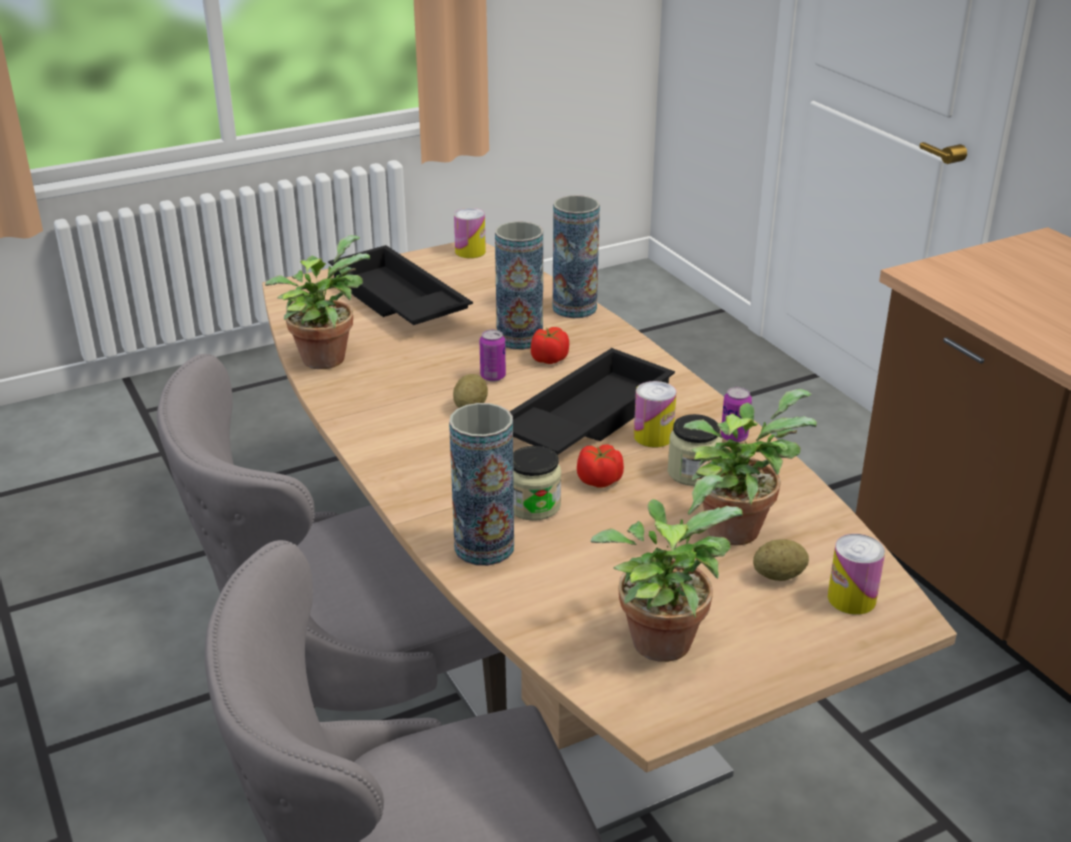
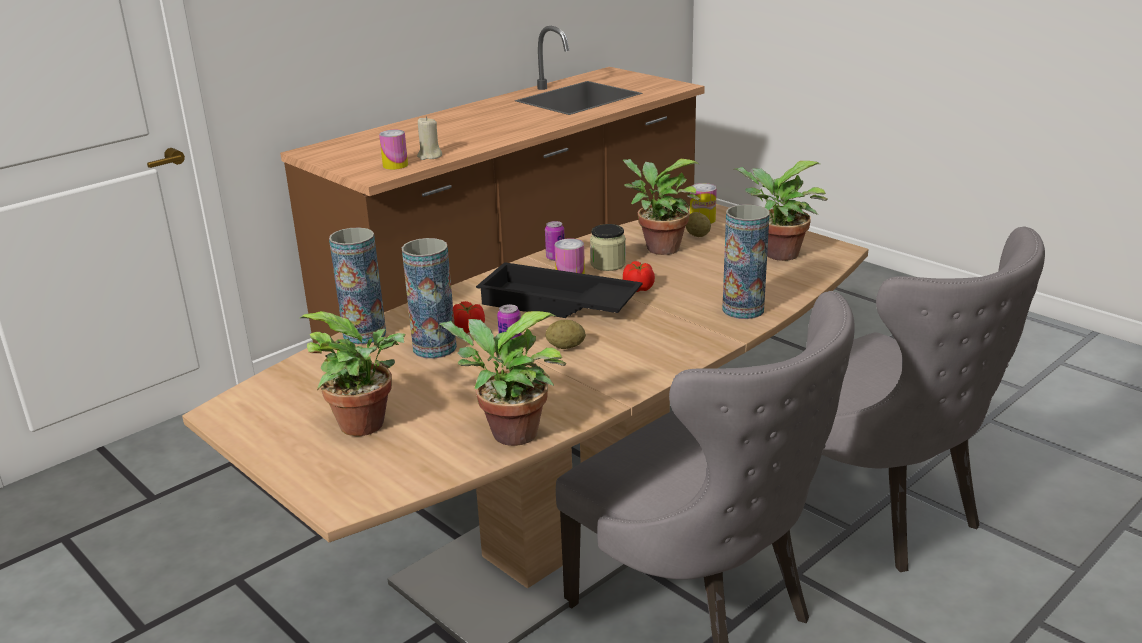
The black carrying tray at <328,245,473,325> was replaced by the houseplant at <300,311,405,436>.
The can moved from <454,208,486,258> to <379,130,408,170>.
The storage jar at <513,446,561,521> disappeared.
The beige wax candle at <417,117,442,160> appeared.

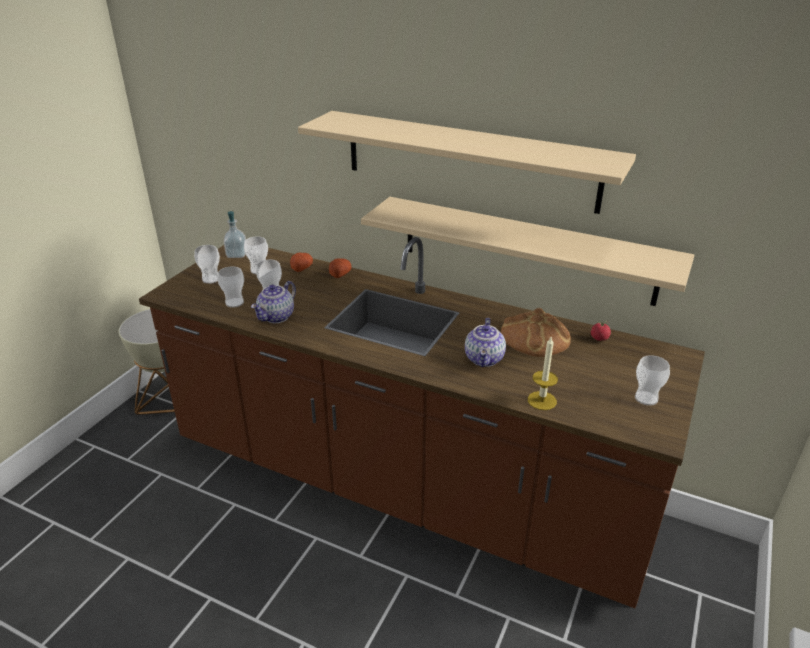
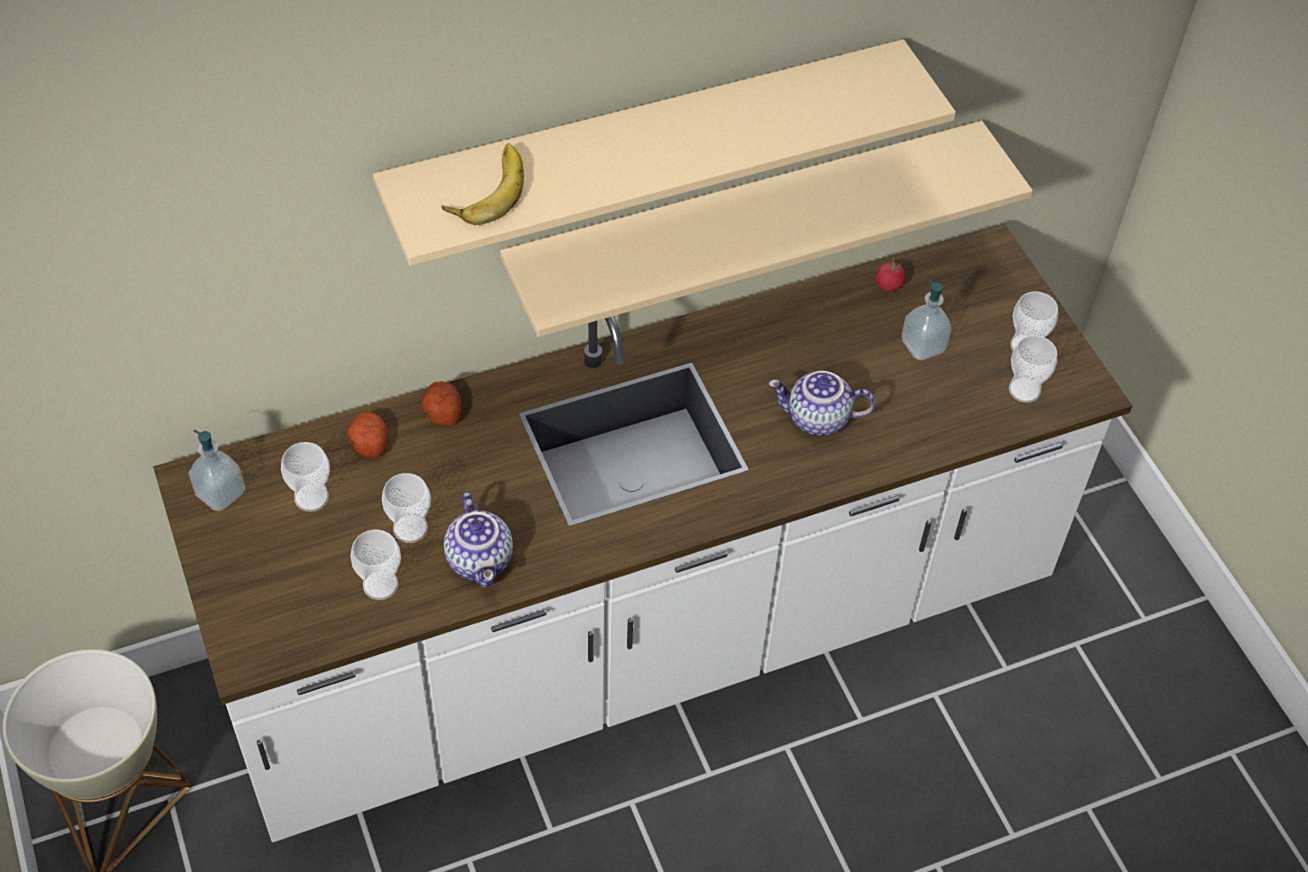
The brown counter at <139,237,705,608> became the white counter at <153,223,1132,842>.
The cup moved from <194,245,220,284> to <1009,335,1057,403>.
The tea pot at <465,318,506,367> turned 135 degrees clockwise.
The baked bread at <501,308,571,357> disappeared.
The wax candle at <528,337,558,410> disappeared.
The banana at <441,144,524,225> appeared.
The soap dispenser at <902,279,951,360> appeared.

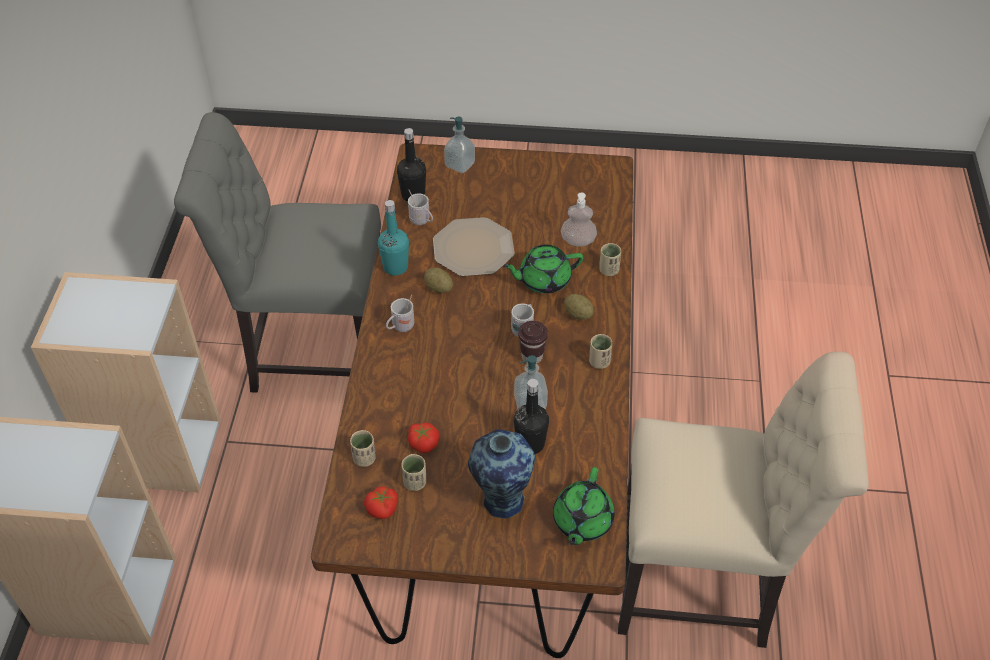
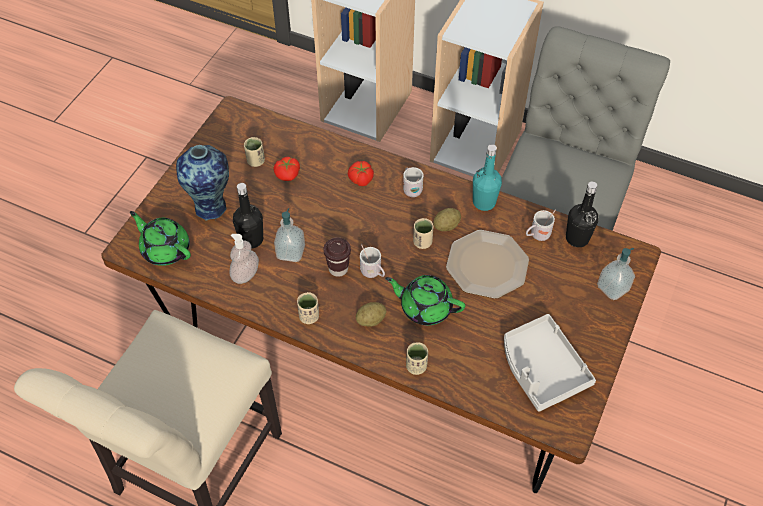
The beige cup moved from <350,430,376,467> to <413,218,434,249>.
The fresh tomato moved from <364,486,398,519> to <348,161,374,186>.
The green-coloured tea pot at <503,244,583,294> turned 75 degrees counterclockwise.
The soap dispenser moved from <561,192,597,247> to <229,234,259,284>.
The grey carrying tray at <504,314,596,412> appeared.

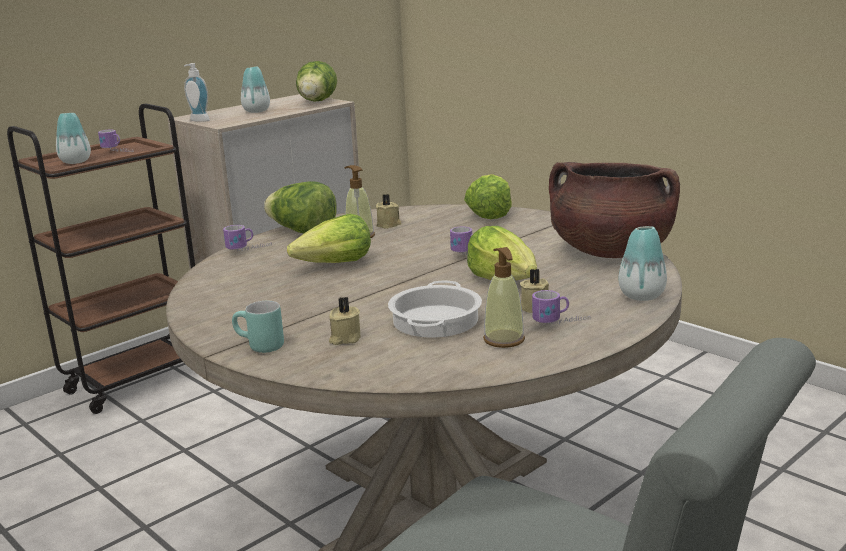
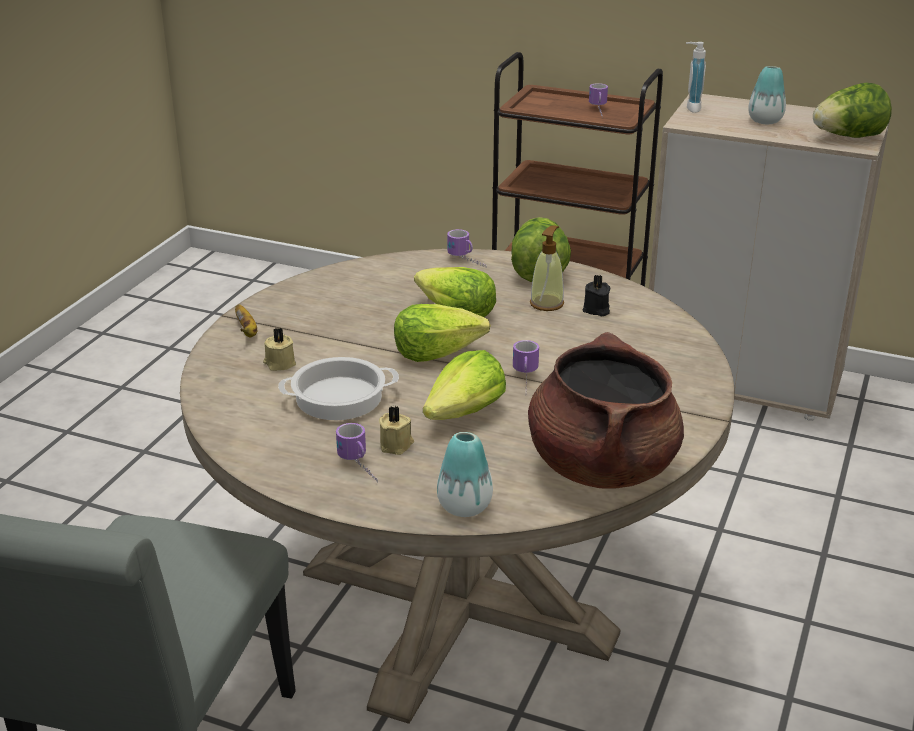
The vase at <56,113,91,164> disappeared.
The turquoise tea mug at <232,301,284,353> was replaced by the banana at <235,304,257,337>.
The beige wax candle at <376,194,402,229> became the black wax candle at <582,275,610,316>.
The head of lettuce moved from <464,174,512,219> to <394,304,490,362>.
The soap dispenser at <483,247,525,348> disappeared.

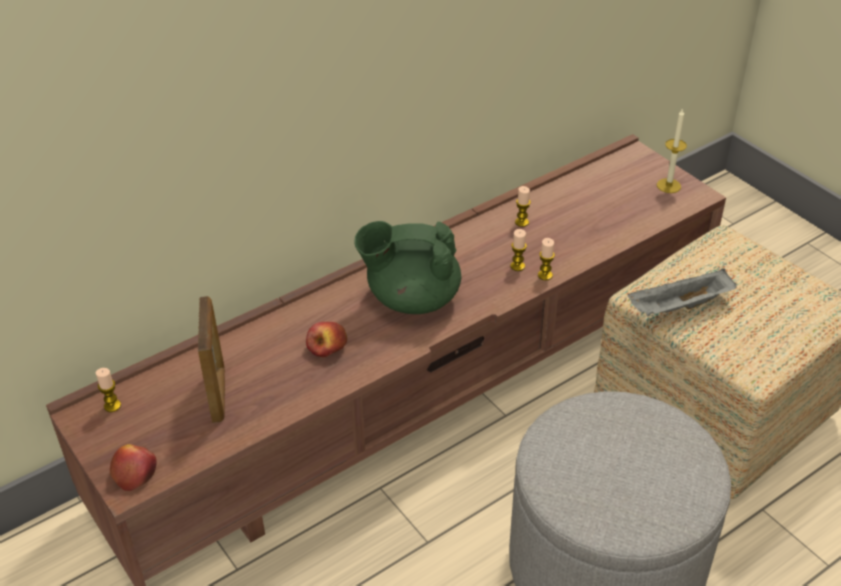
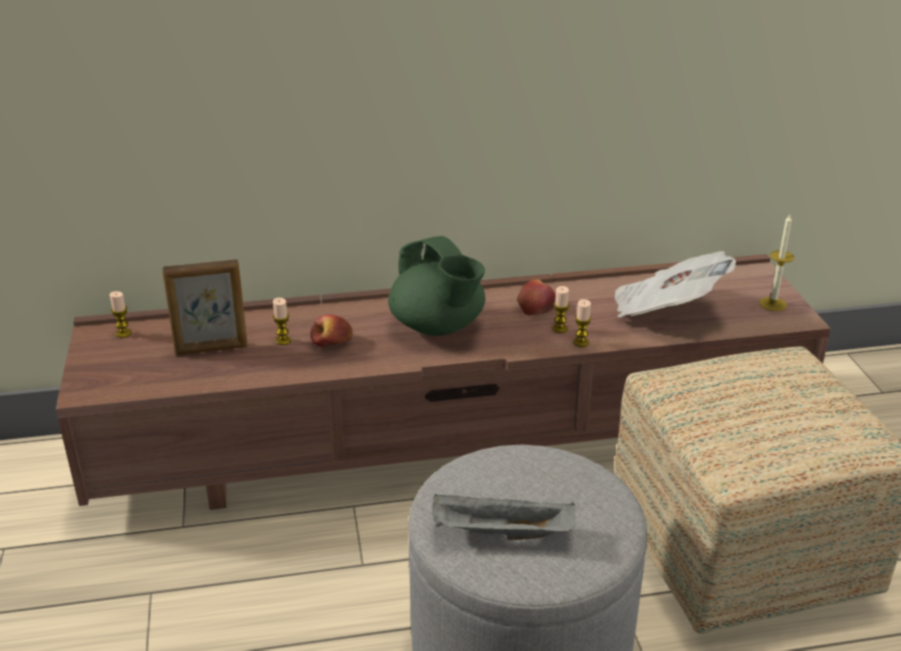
The apple fruit moved from <110,444,157,491> to <517,279,556,315>.
The picture frame at <198,296,225,423> turned 60 degrees clockwise.
The green-coloured tea pot at <354,221,461,314> turned 150 degrees counterclockwise.
The wax candle moved from <515,186,531,227> to <273,298,291,345>.
The grey carrying tray moved from <628,268,736,316> to <432,493,575,540>.
The newspaper at <615,251,736,318> appeared.

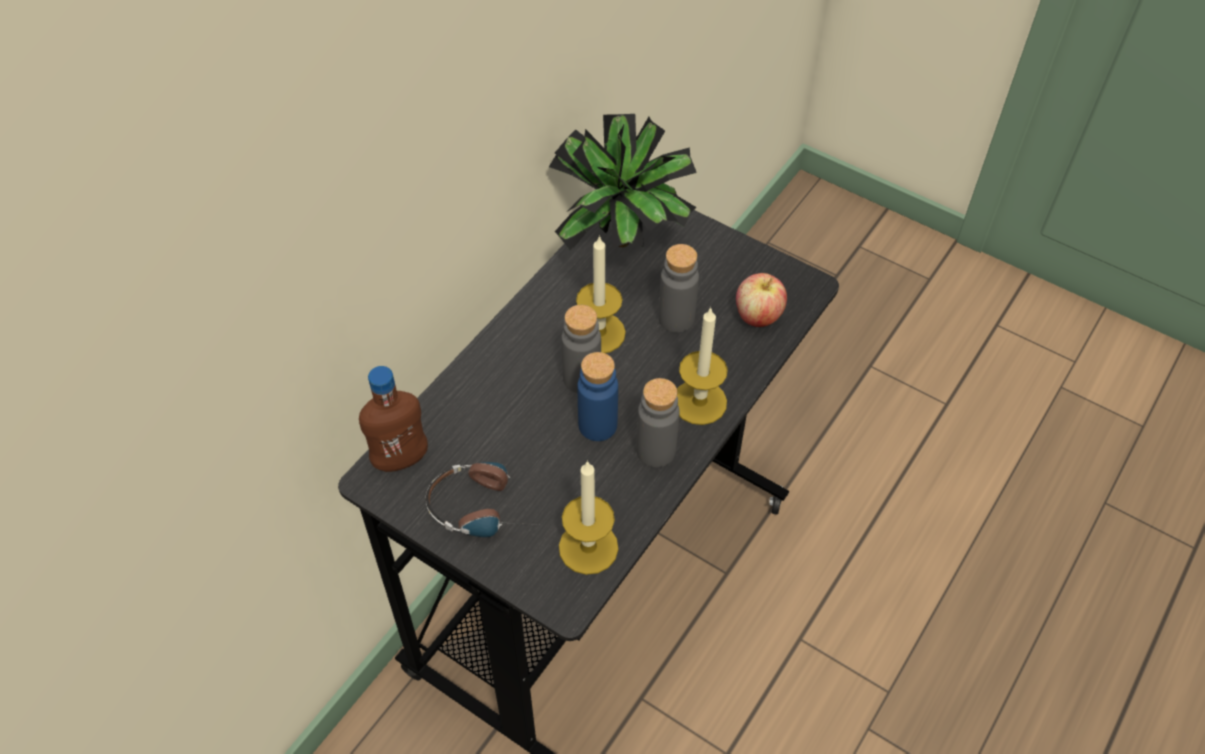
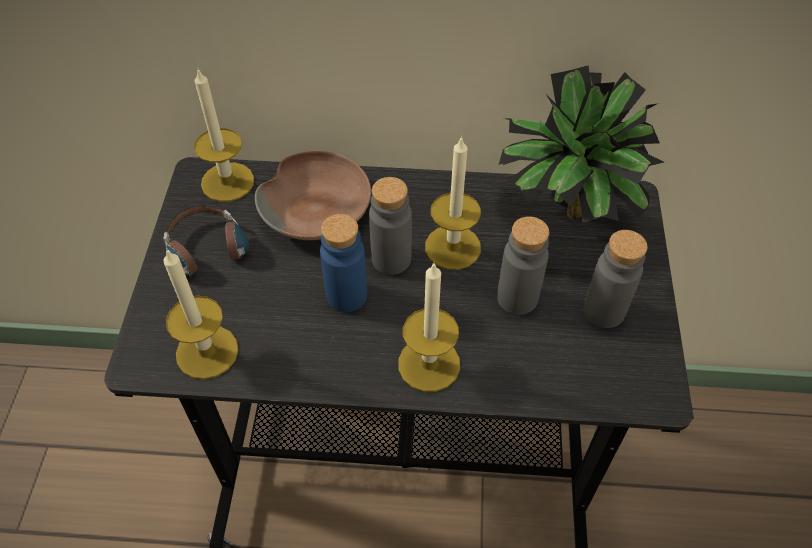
The brown bottle at <359,366,428,472> was replaced by the wax candle at <194,69,254,202>.
The grey bottle moved from <636,378,680,467> to <584,230,648,328>.
The apple fruit at <736,273,787,327> disappeared.
The brown deep dish at <255,151,371,240> appeared.

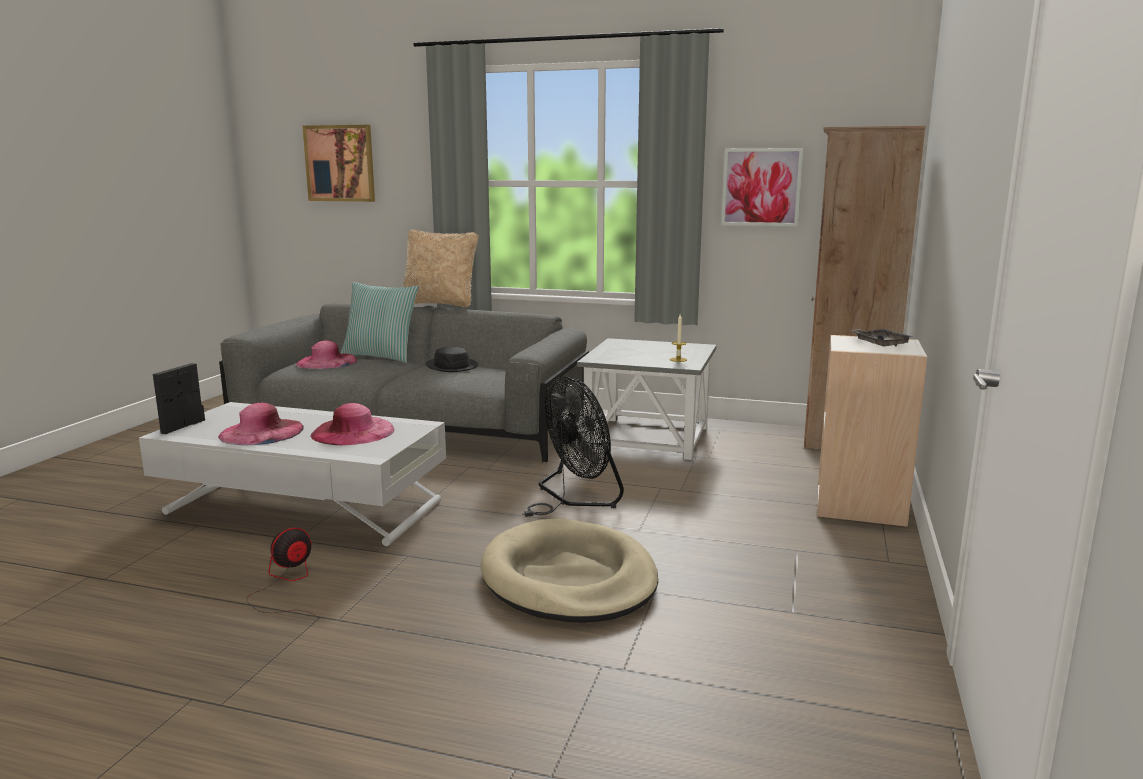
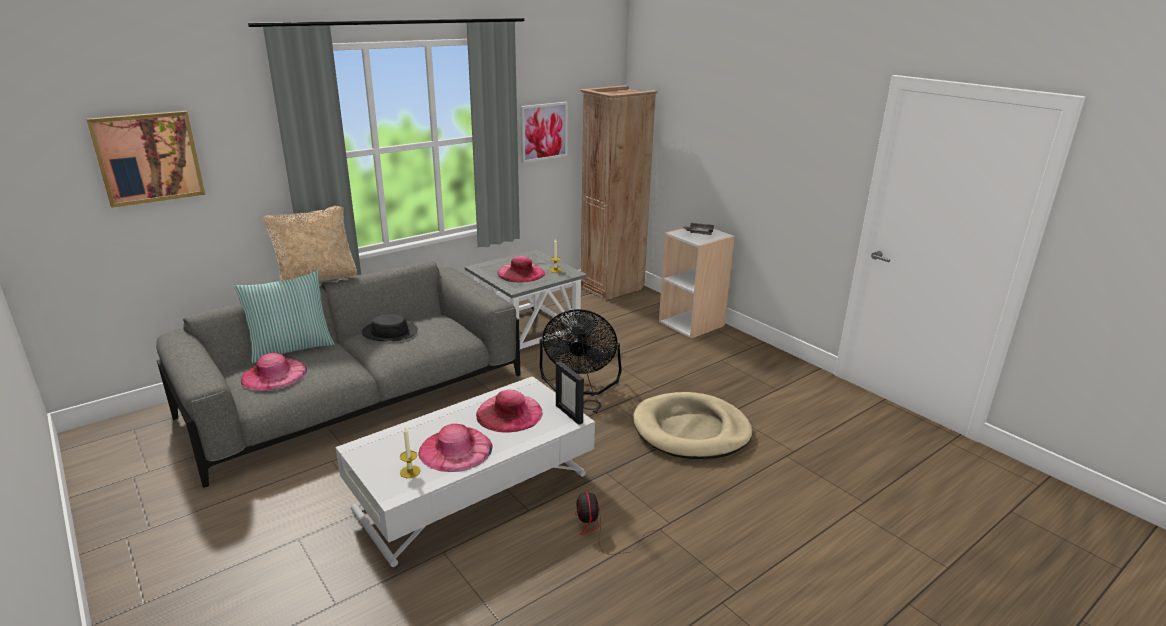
The picture frame moved from <153,363,205,434> to <556,361,584,425>.
The wax candle at <400,426,421,478> appeared.
The pink-coloured wearable hat at <497,256,545,282> appeared.

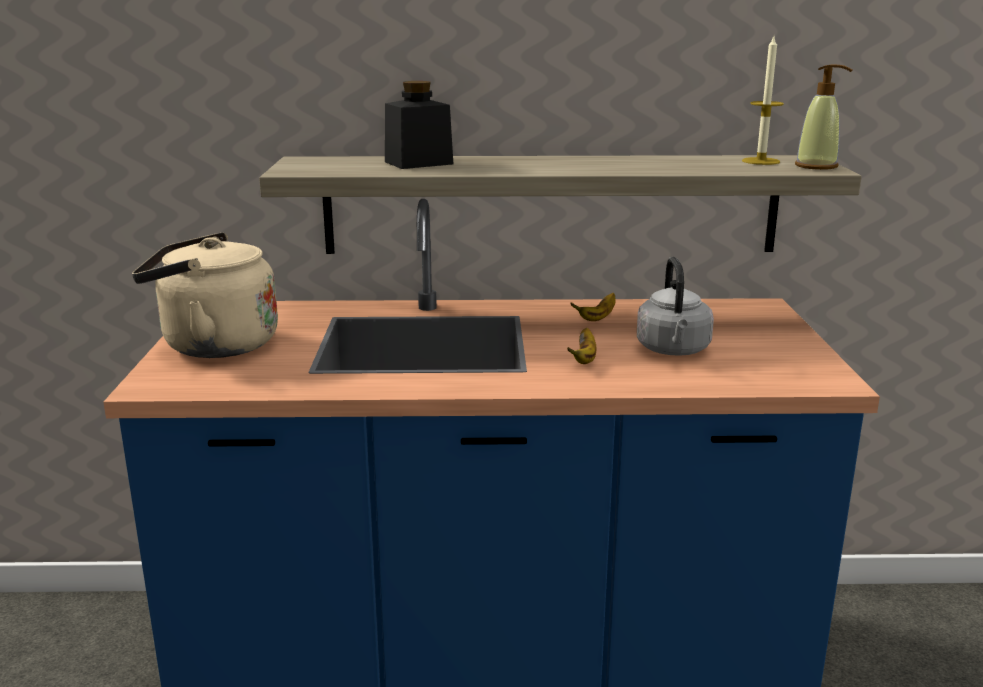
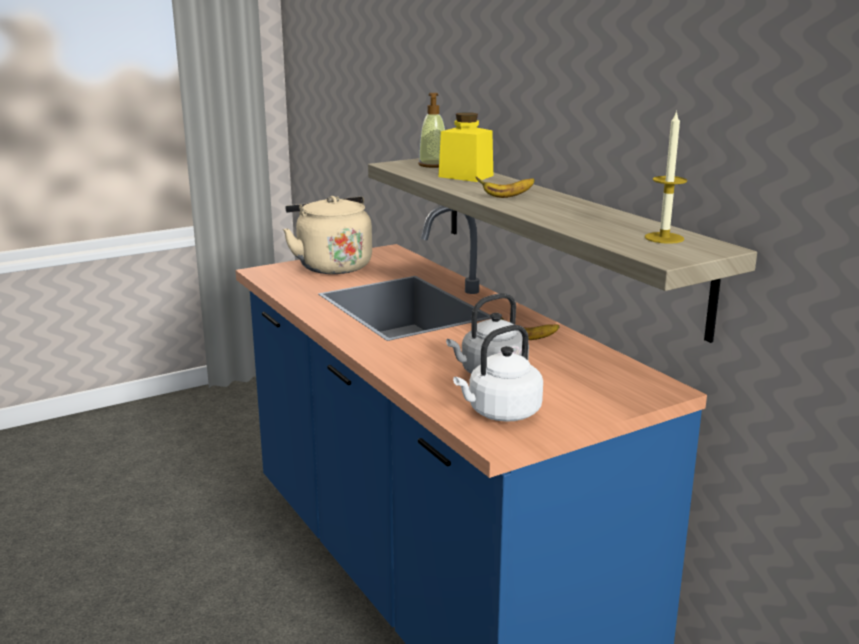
The black storage jar at <385,81,453,169> became the yellow-coloured storage jar at <438,112,493,182>.
The banana moved from <567,328,596,364> to <476,177,535,198>.
The soap dispenser moved from <795,64,852,170> to <418,93,445,168>.
The white kettle at <453,325,543,422> appeared.

